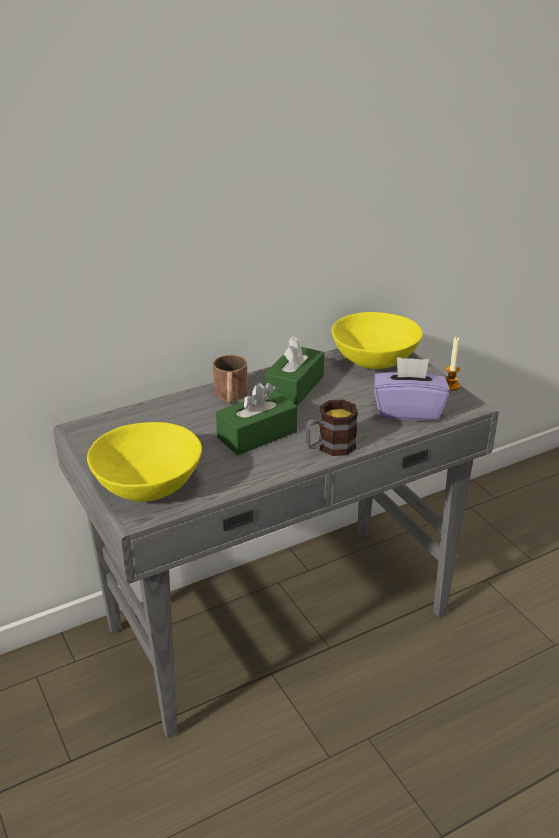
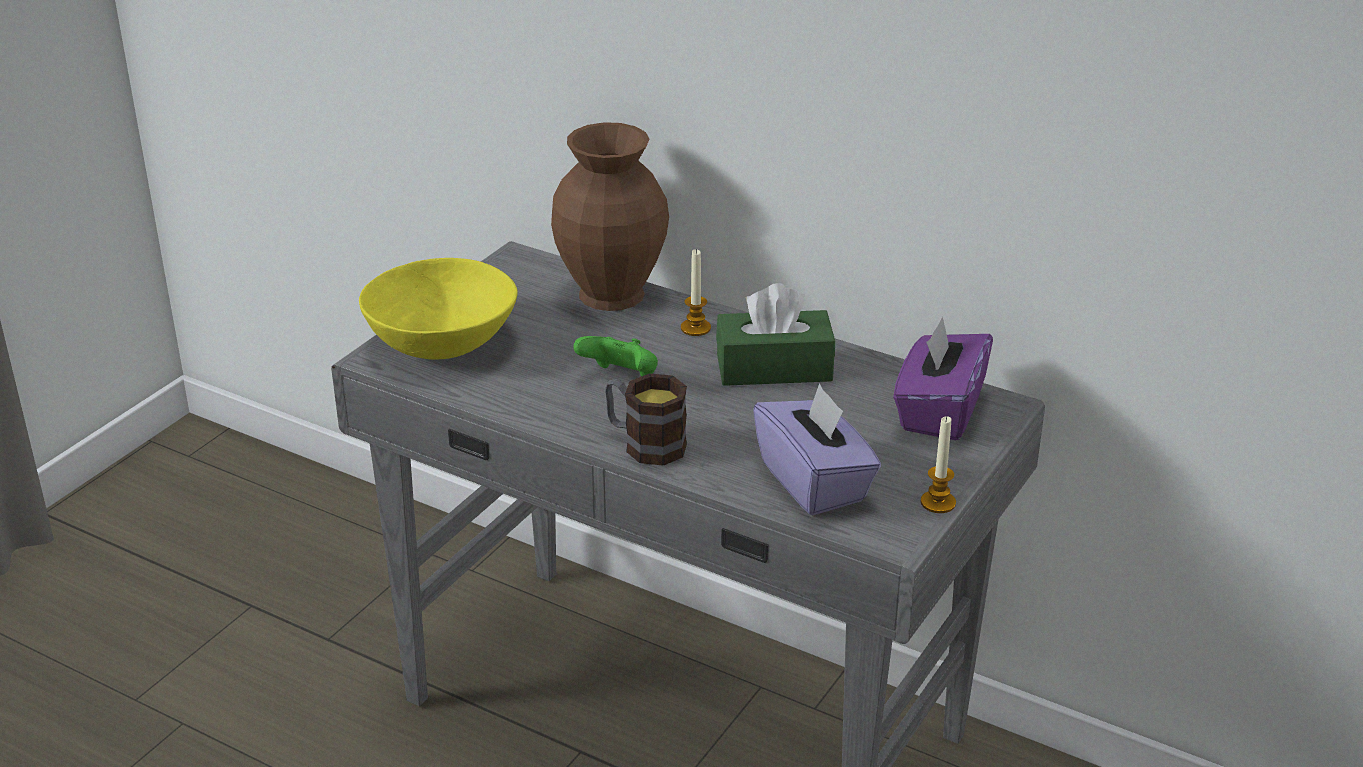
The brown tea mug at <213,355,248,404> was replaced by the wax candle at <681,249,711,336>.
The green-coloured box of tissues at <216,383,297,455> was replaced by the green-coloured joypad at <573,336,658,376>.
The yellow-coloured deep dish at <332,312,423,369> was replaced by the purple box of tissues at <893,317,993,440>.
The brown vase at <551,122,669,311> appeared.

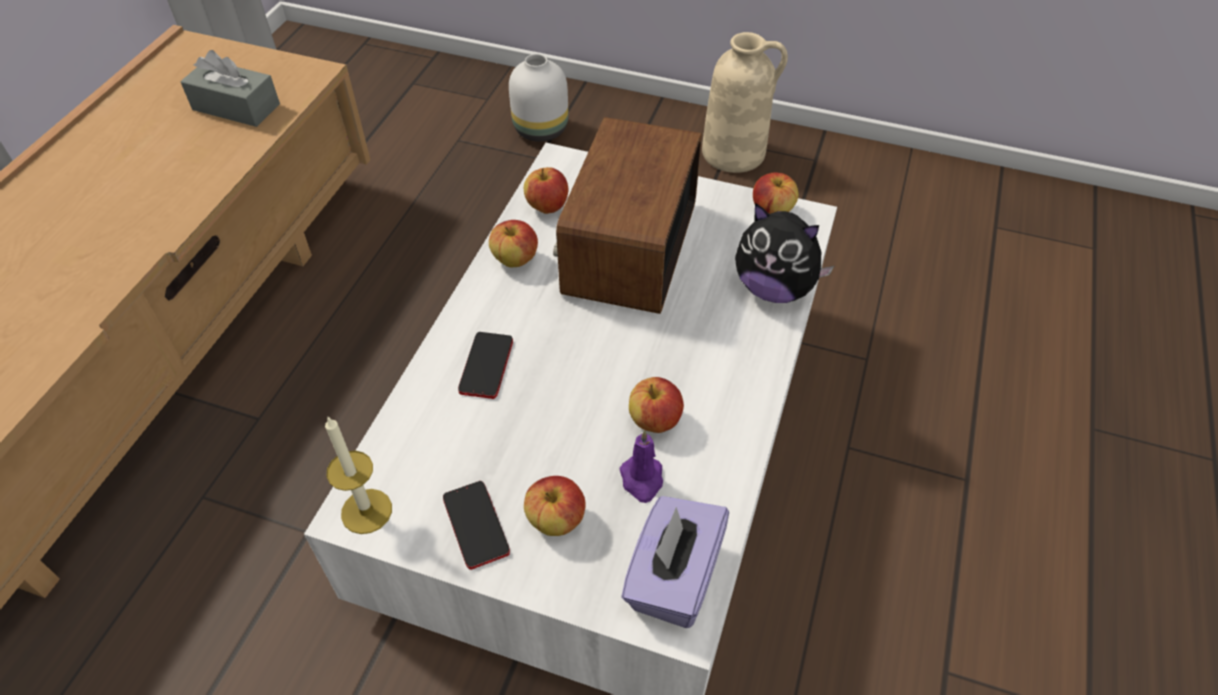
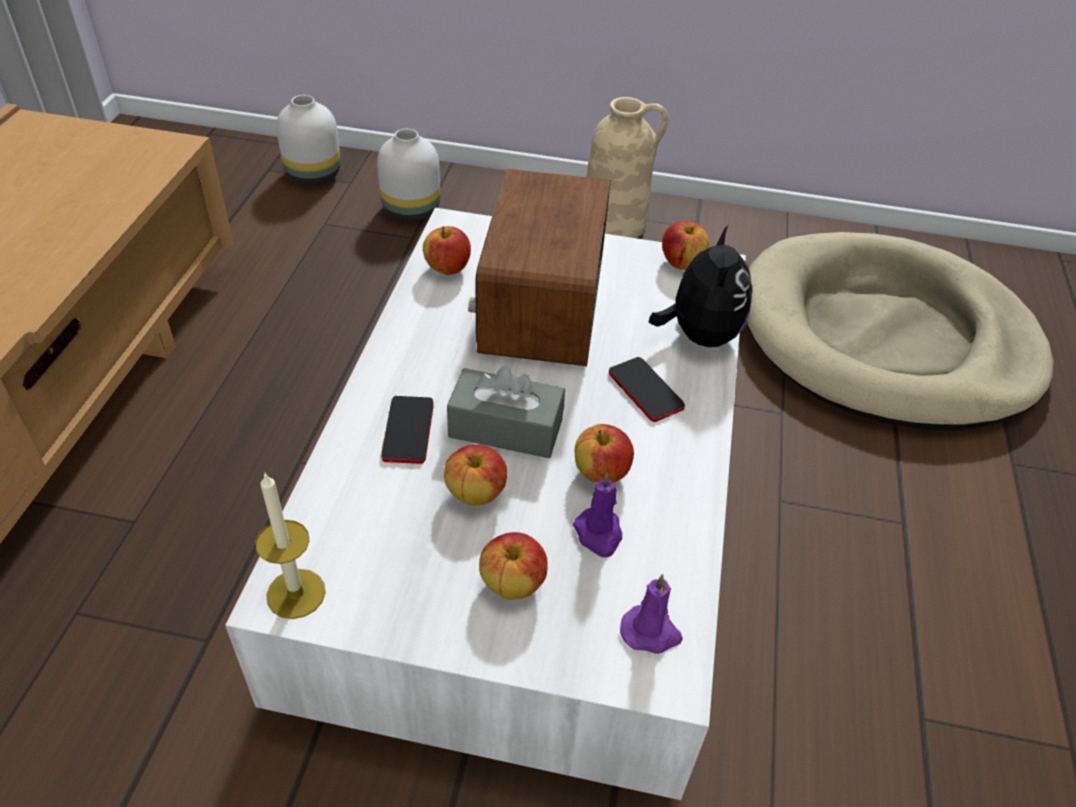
The grey box of tissues moved from <180,50,280,127> to <447,366,565,458>.
The telephone moved from <443,481,510,570> to <609,357,685,422>.
The apple fruit moved from <489,220,538,267> to <444,444,507,506>.
The purple box of tissues at <621,496,729,628> was replaced by the purple wax candle at <620,574,683,654>.
The soft toy at <735,203,834,303> turned 105 degrees counterclockwise.
The white vase at <276,95,341,185> appeared.
The beige pet bed at <746,232,1053,430> appeared.

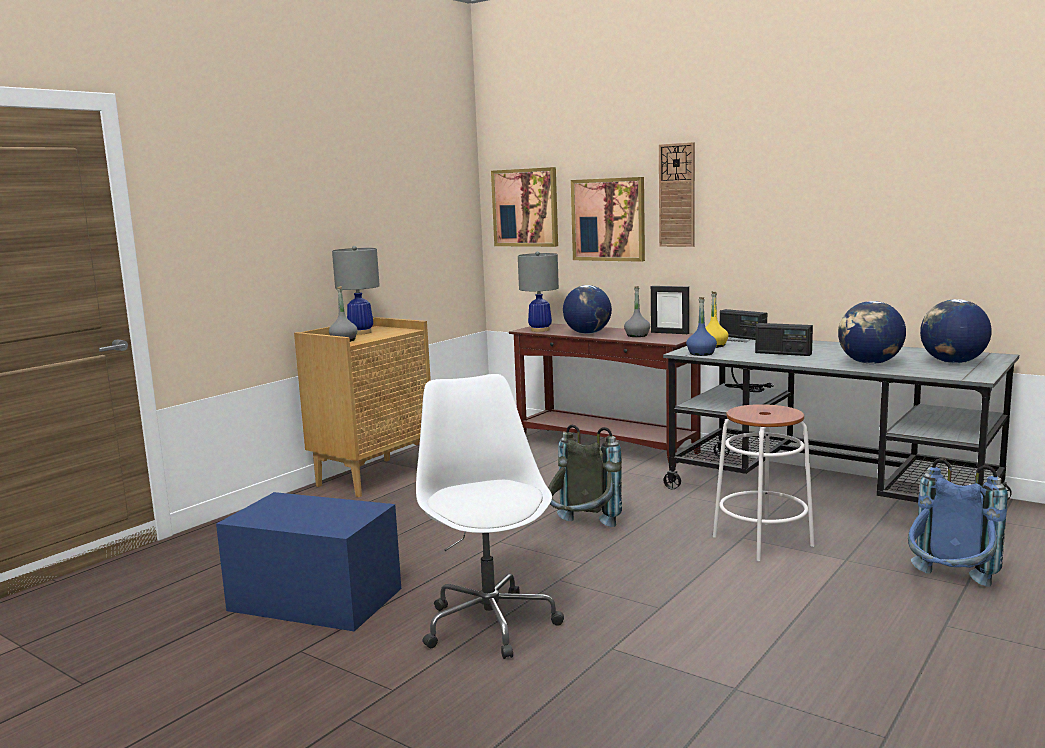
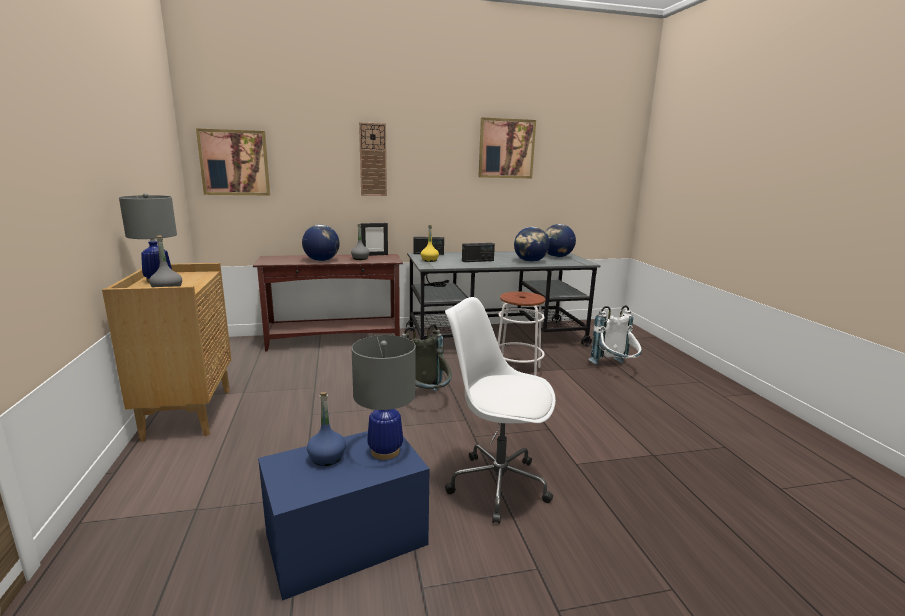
The grey table lamp moved from <518,251,559,332> to <351,335,416,460>.
The wall picture moved from <571,177,645,262> to <478,117,536,178>.
The blue-coloured bottle moved from <686,297,717,356> to <307,392,346,466>.
The blue-coloured knapsack at <908,459,1008,587> became the white knapsack at <589,305,642,365>.

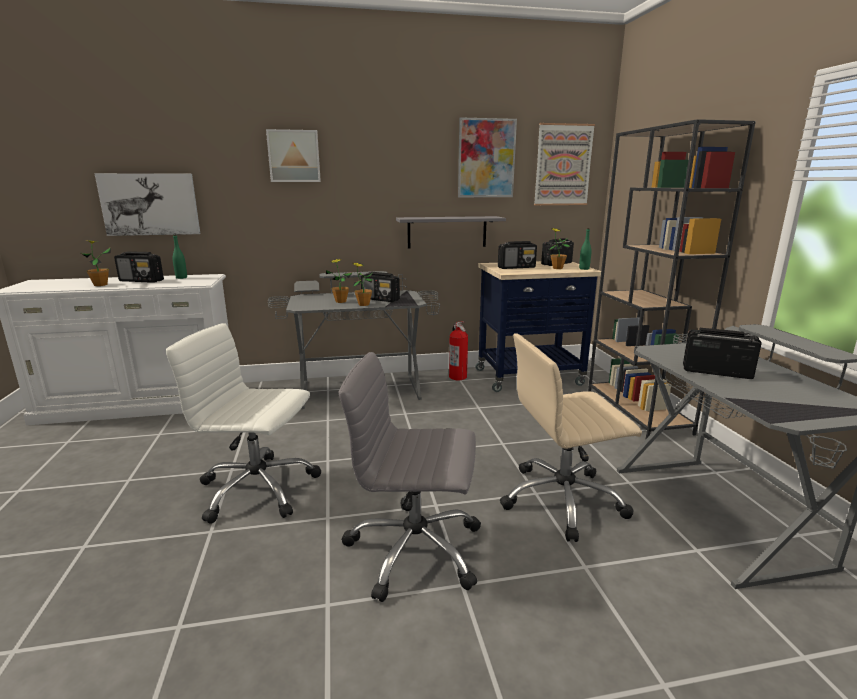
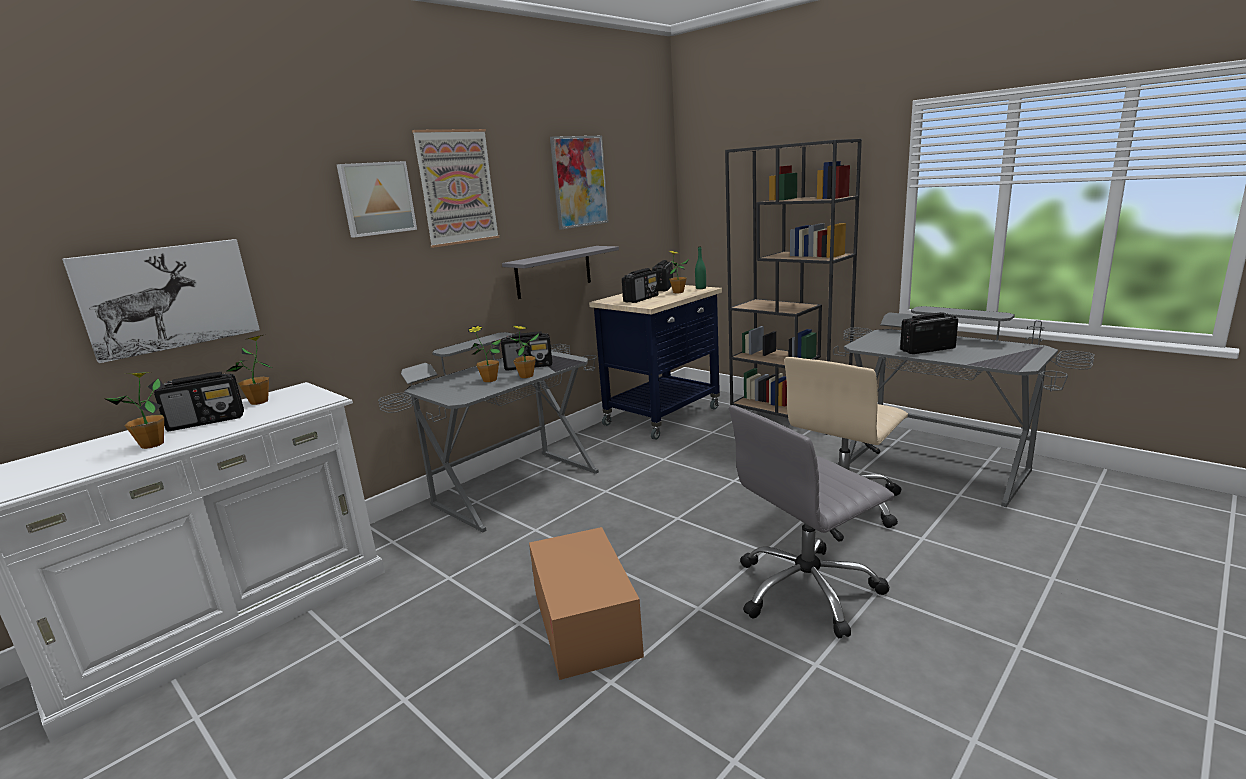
The white office chair at <166,323,322,524> was replaced by the carton at <529,527,644,680>.
The green-coloured bottle at <172,235,187,279> was replaced by the houseplant at <226,335,272,405>.
The fire extinguisher at <449,322,468,380> disappeared.
The wall picture moved from <534,123,595,205> to <412,129,499,248>.

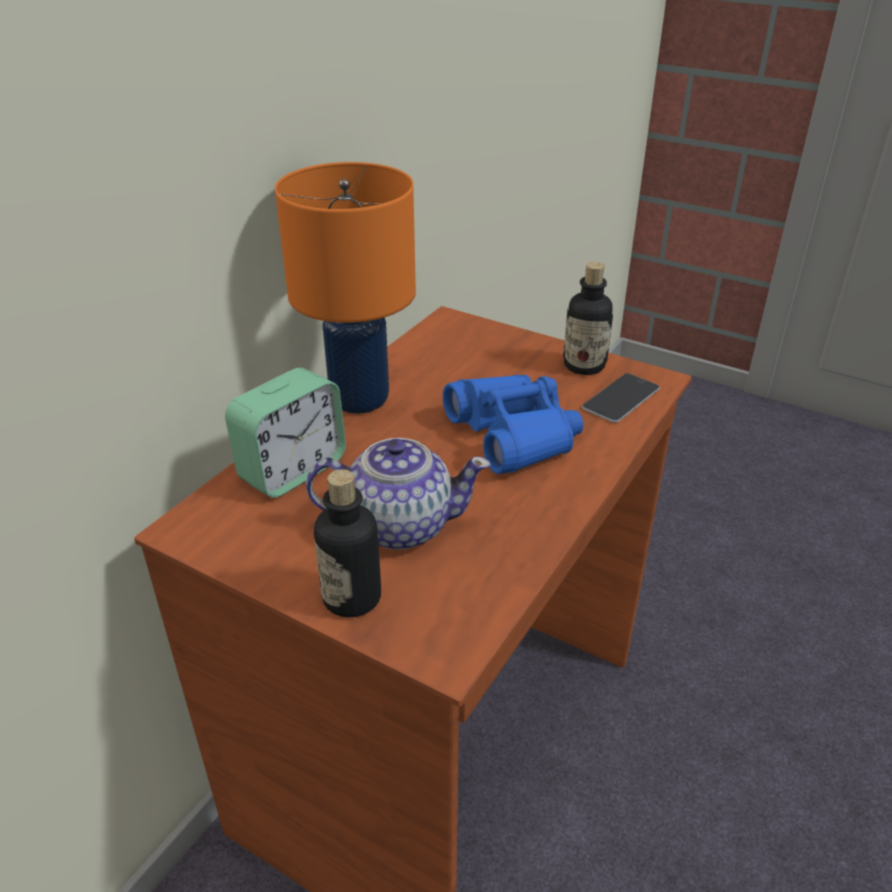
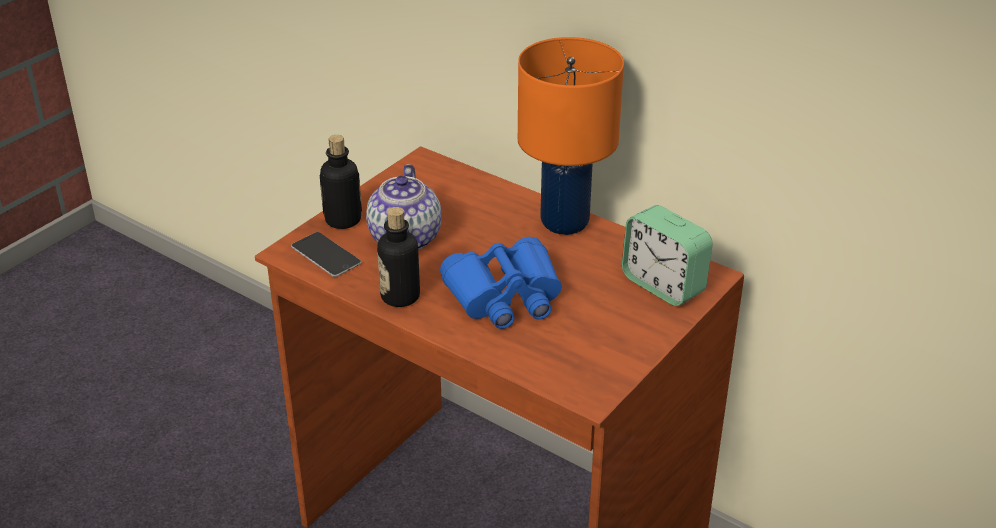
The alarm clock moved from <225,368,346,498> to <622,205,713,306>.
The bottle moved from <563,262,613,375> to <377,207,420,307>.
The telephone moved from <582,373,660,423> to <291,232,362,277>.

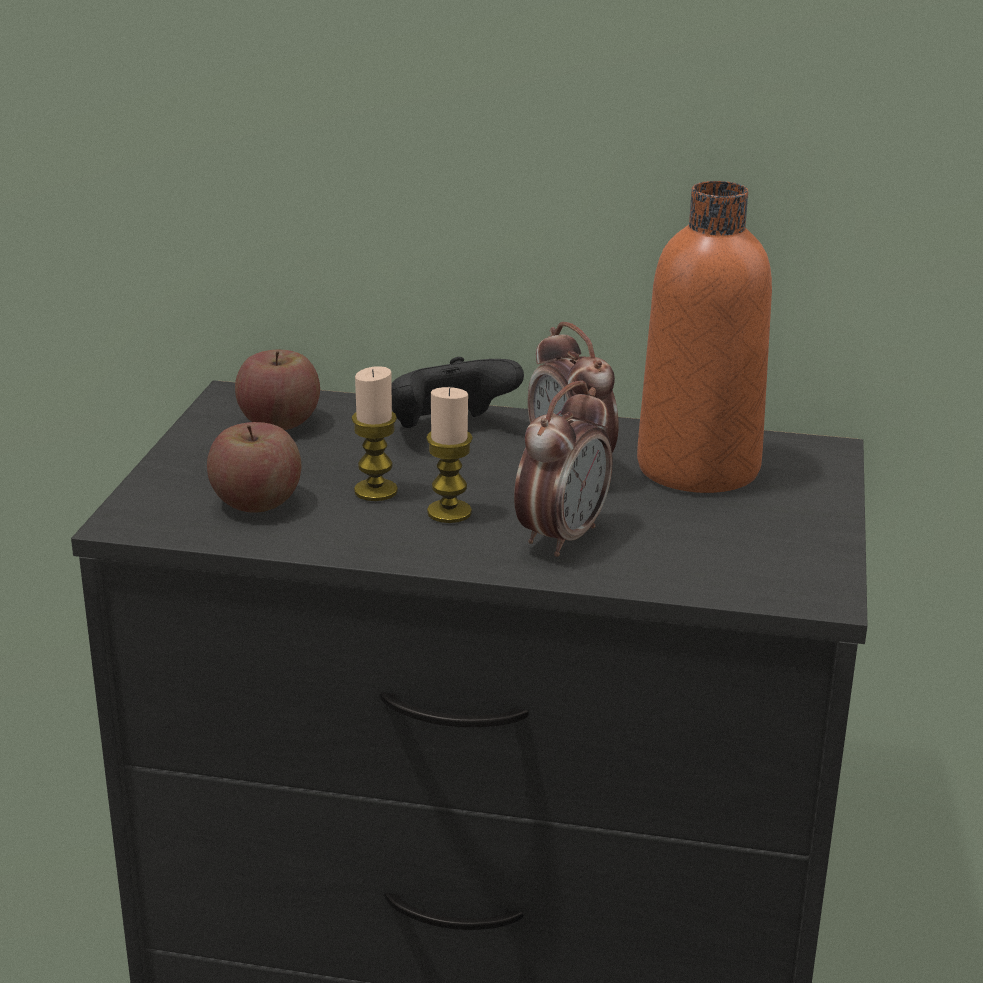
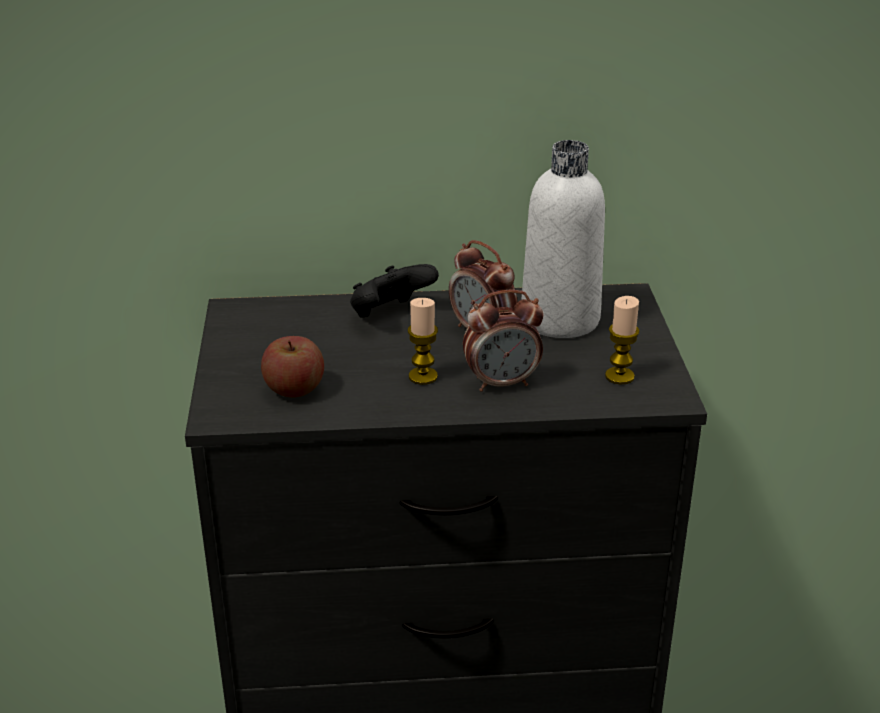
The apple fruit at <235,350,320,430> disappeared.
The wax candle moved from <352,366,398,501> to <605,296,639,384>.
The alarm clock at <514,380,613,557> turned 60 degrees clockwise.
The orange-coloured bottle at <637,181,772,493> became the white bottle at <521,140,605,338>.

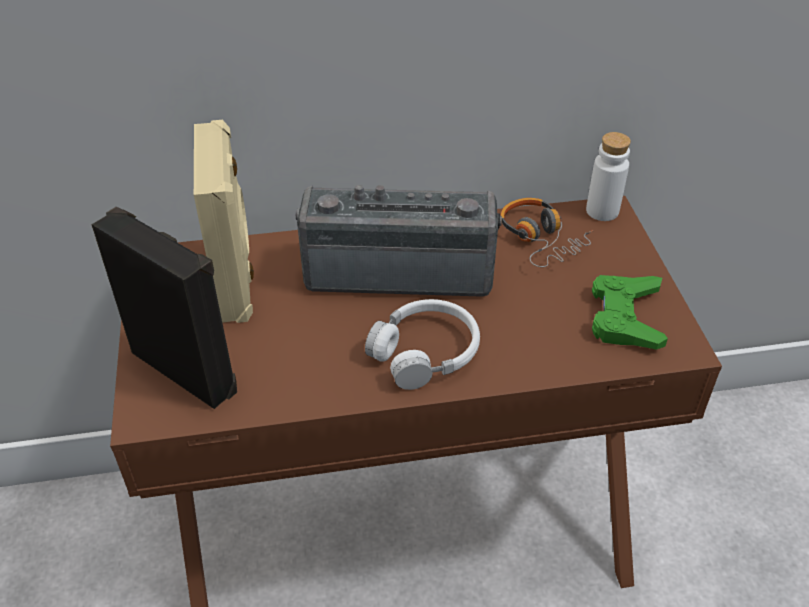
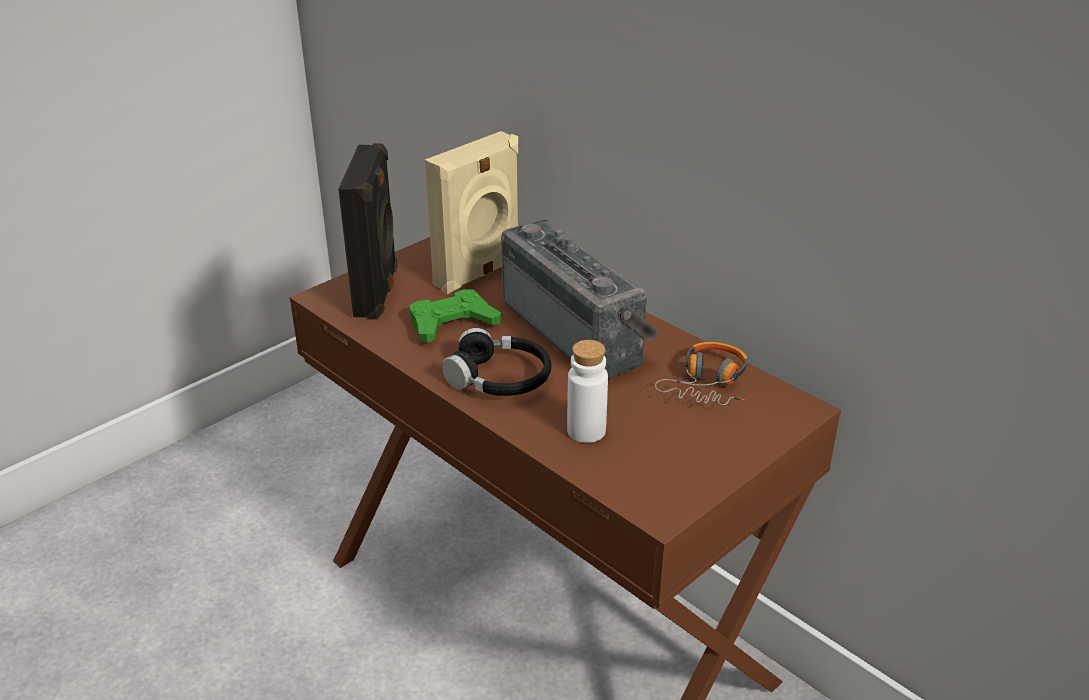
The white headphones at <365,299,480,390> became the black headphones at <442,328,551,396>.
The white bottle moved from <586,132,631,221> to <567,340,608,443>.
The green-coloured joypad moved from <592,275,668,350> to <410,289,502,343>.

